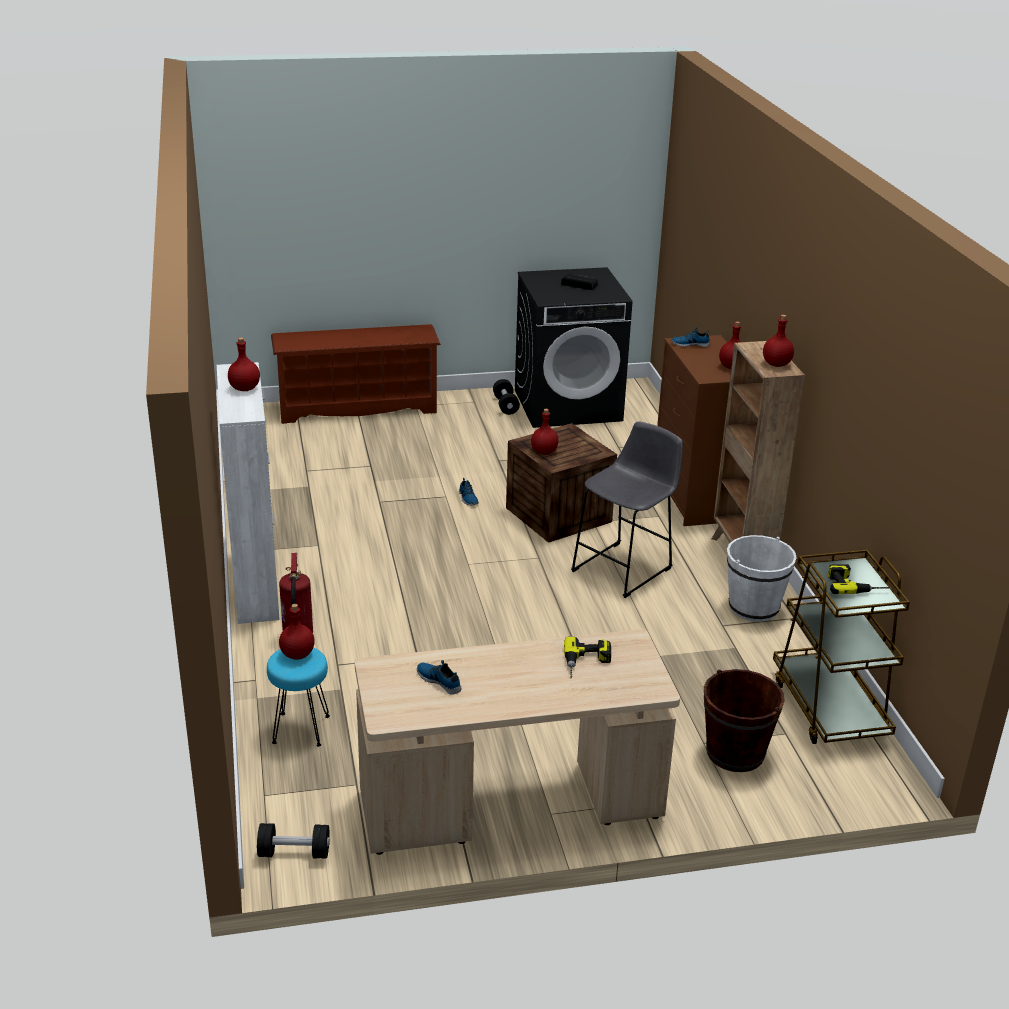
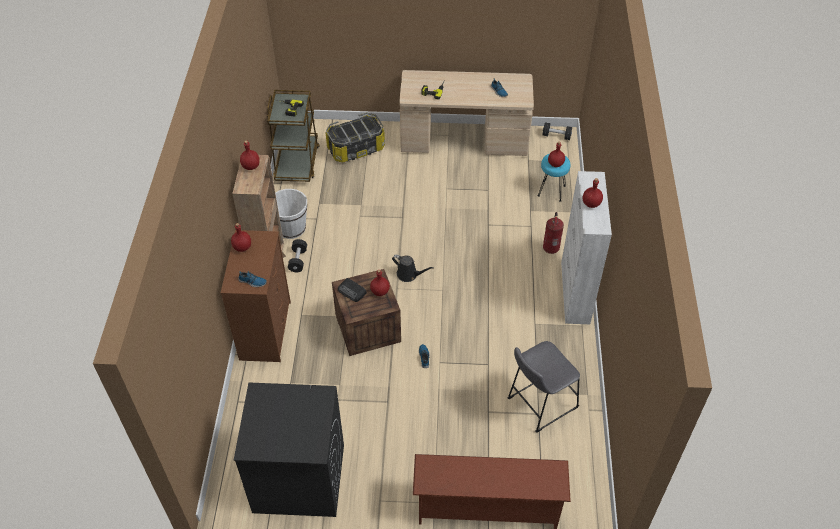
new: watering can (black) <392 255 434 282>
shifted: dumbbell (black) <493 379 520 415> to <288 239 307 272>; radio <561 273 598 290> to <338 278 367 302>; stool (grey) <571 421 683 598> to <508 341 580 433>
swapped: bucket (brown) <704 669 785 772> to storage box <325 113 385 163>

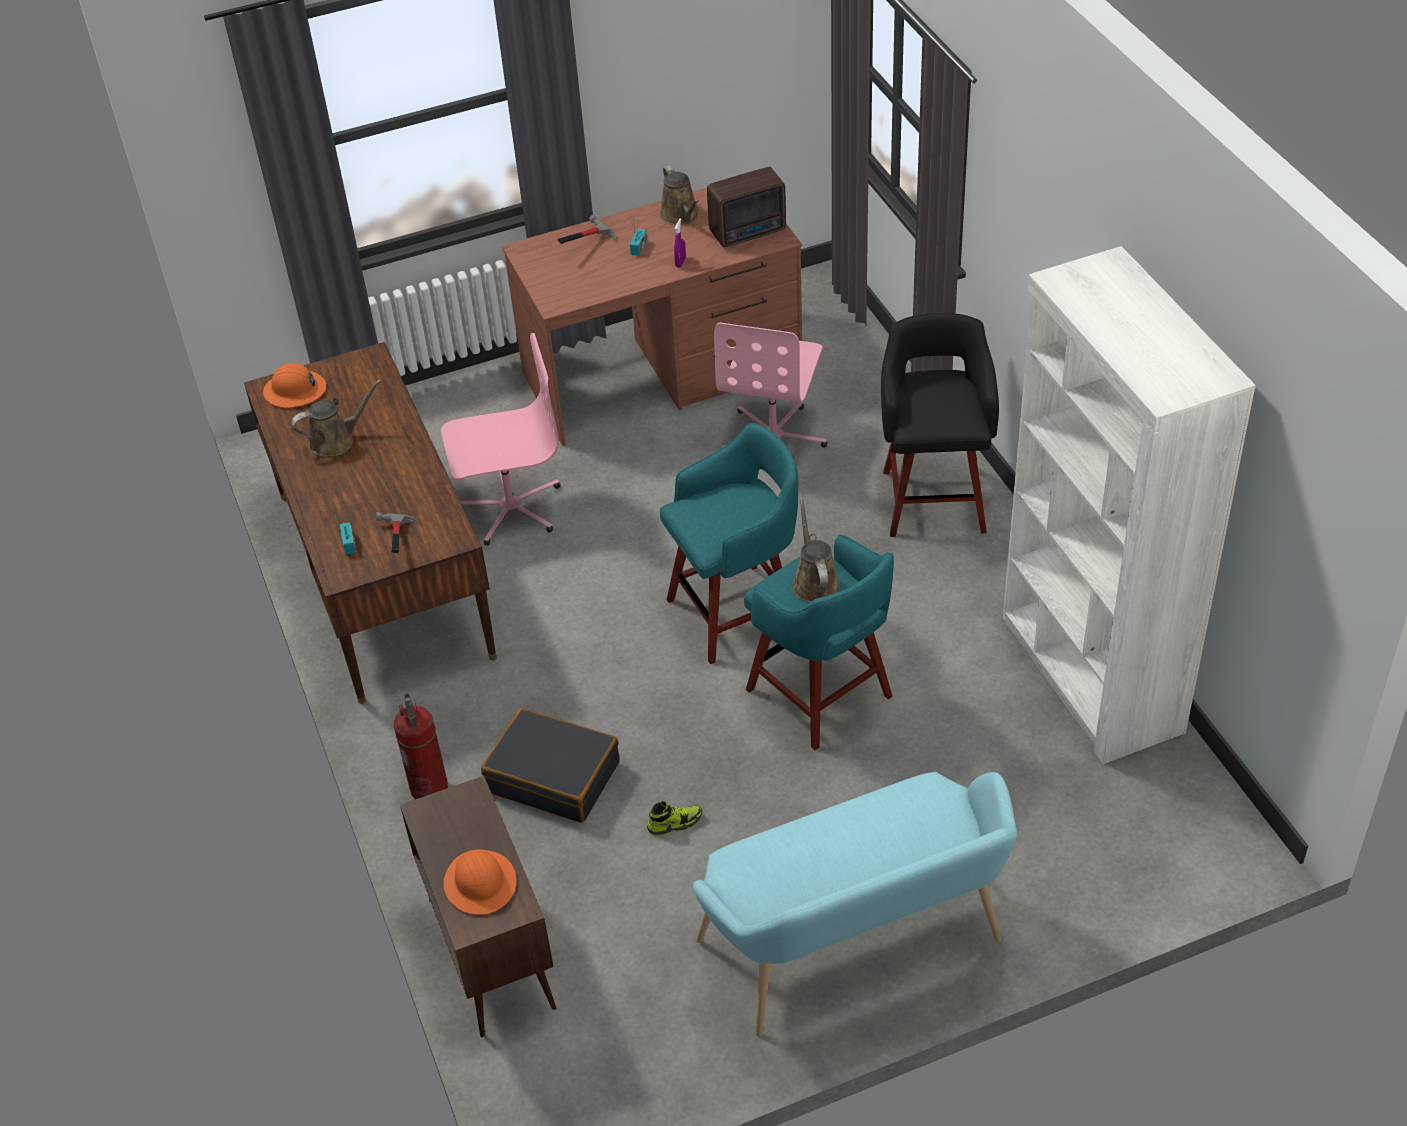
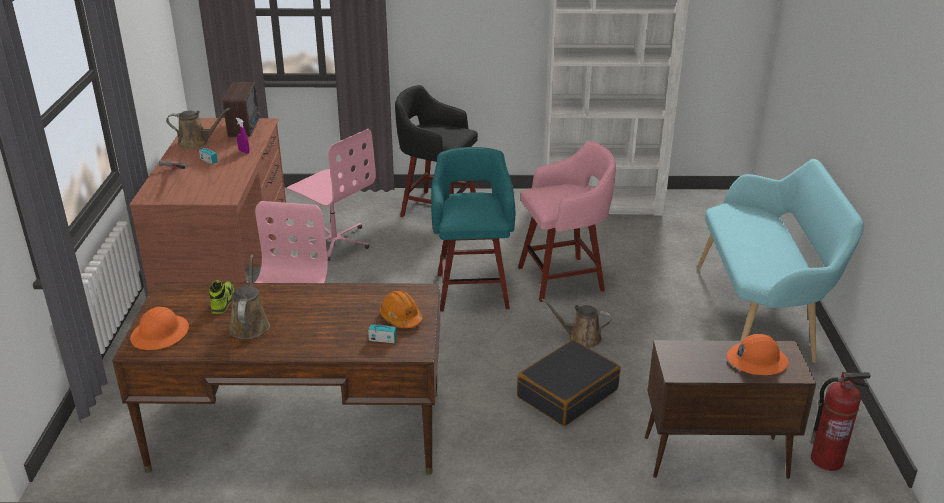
shifted: fire extinguisher <394 693 448 799> to <810 372 871 471>; shoe <647 801 702 836> to <209 280 234 314>; watering can (brown) <792 496 840 602> to <542 298 612 348>
swapped: hammer <376 512 419 553> to hard hat (orange) <380 290 423 328>
repainted: stool (turquoise) <744 534 894 750> to stool (pink) <518 141 616 302>

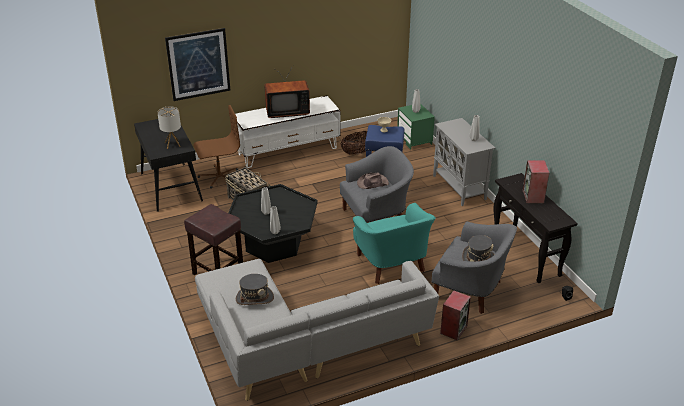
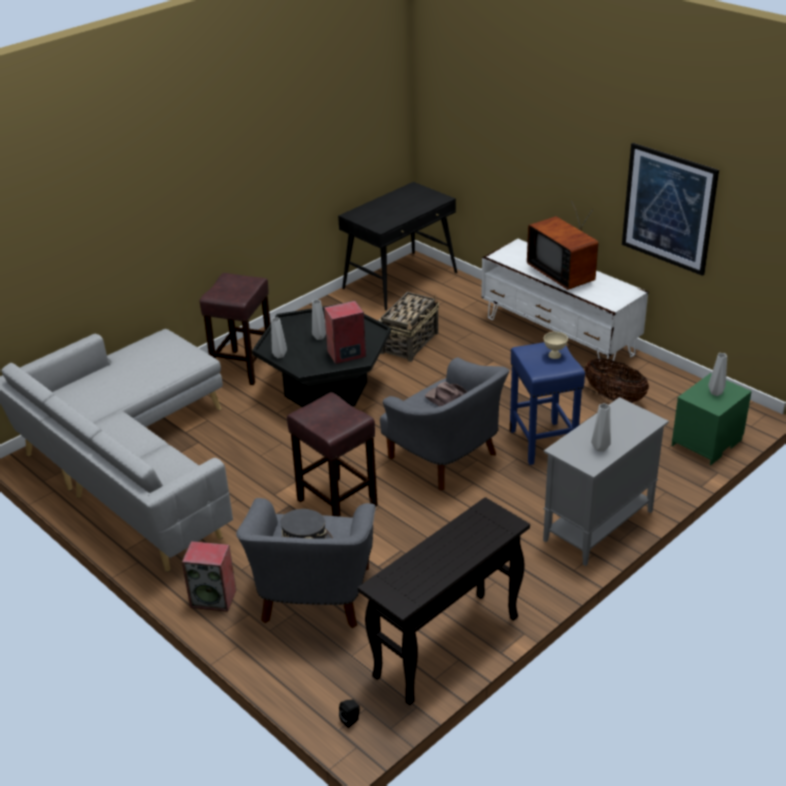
gone: table lamp <157 106 181 149>; office chair (brown) <193 105 240 189>; hat (grey) <236 274 274 305>
shifted: picture <165 28 231 101> to <622 143 719 276>; speaker <523 160 549 203> to <324 301 366 364>
swapped: armchair (turquoise) <353 203 436 284> to stool (brown) <287 392 378 517>

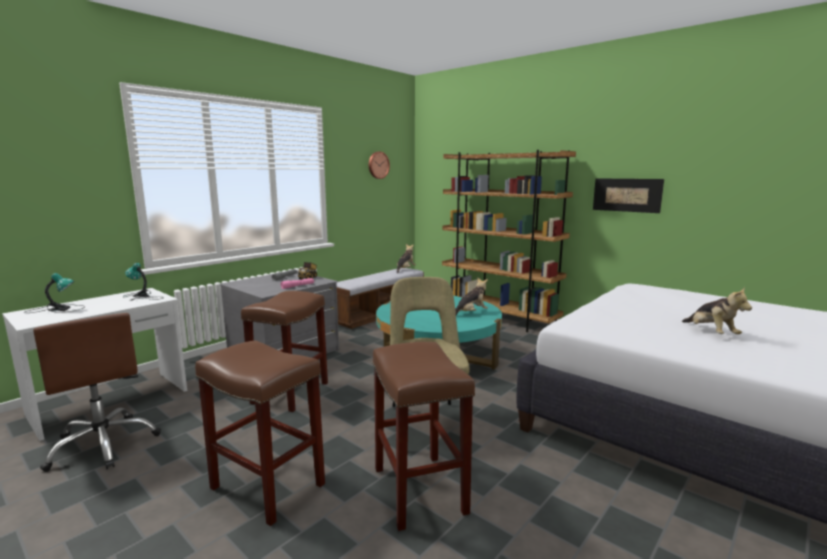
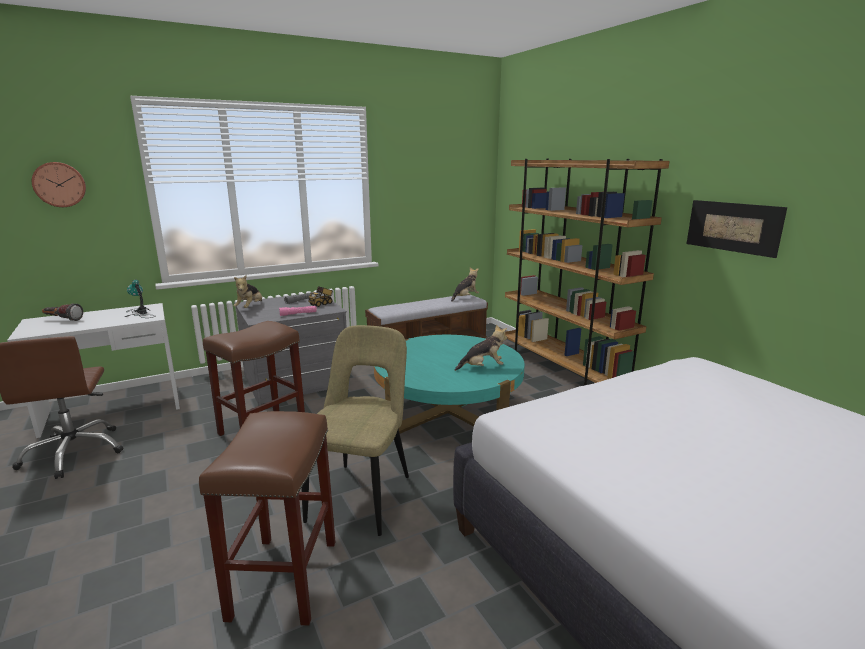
gone: stool (brown) <195 340 325 526>
shifted: wall clock <369 152 390 179> to <32 162 86 207>; plush toy <682 287 752 334> to <233 275 262 308>
swapped: table lamp <24 273 85 313> to flashlight <42 303 83 321>

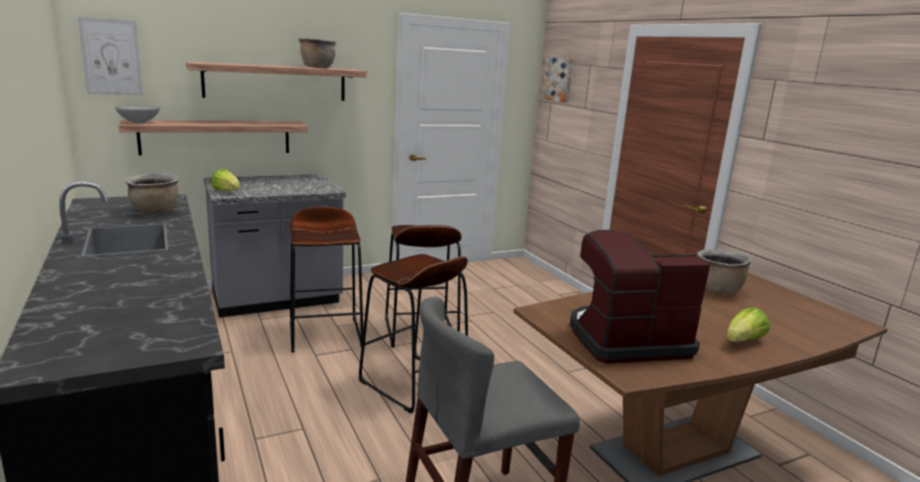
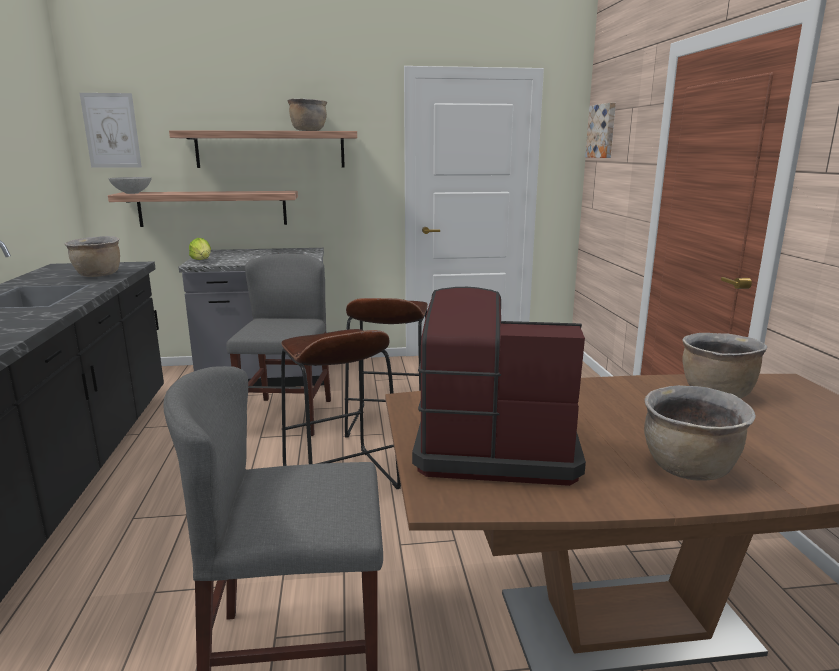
swapped: stool (brown) <290 207 363 353> to chair (grey) <226 254 331 436>; lettuce <726 307 770 342> to cooking pot (brown) <644 385 756 481>

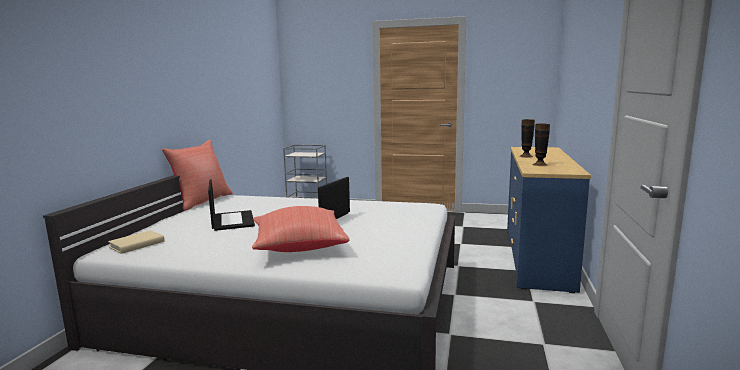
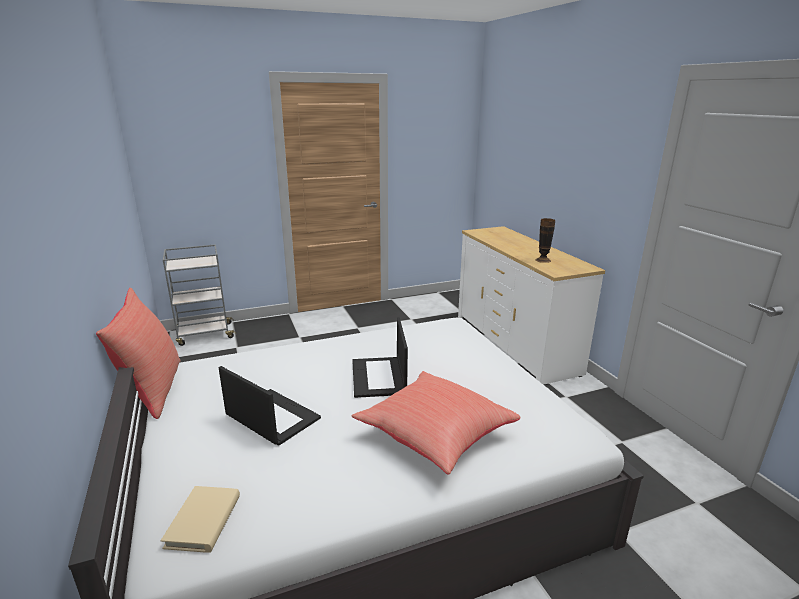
gone: vase <519 119 535 158>
repainted: dresser (blue) <507 147 591 293> to dresser (white) <458 226 605 385>

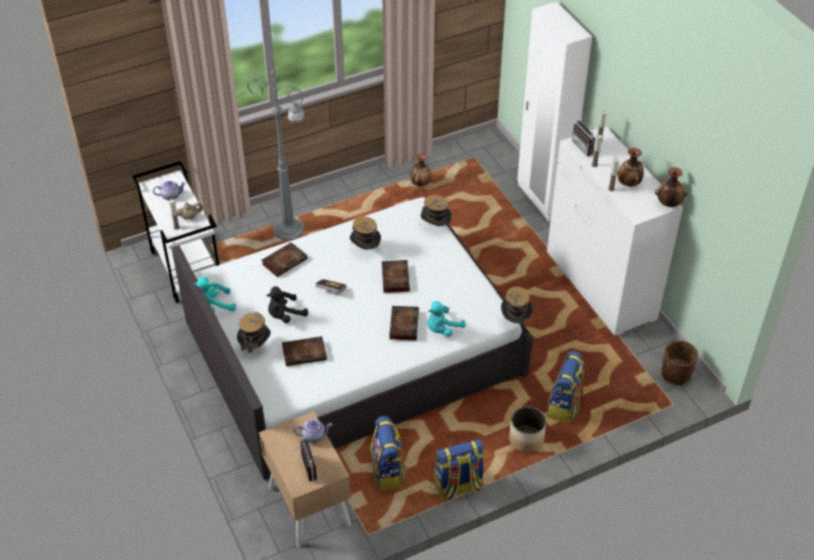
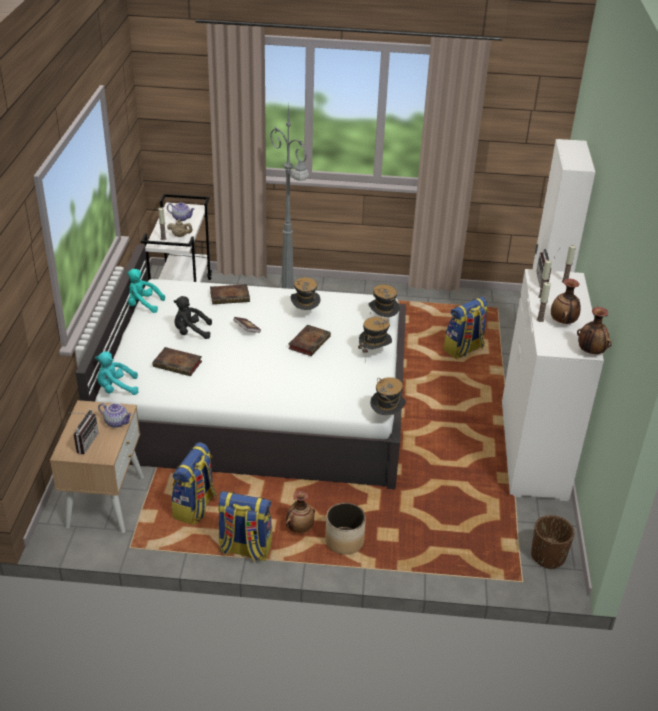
gone: book <389 306 419 340>
shifted: hat <237 312 271 353> to <358 317 392 362>; vase <411 154 432 186> to <286 490 315 533>; plush toy (turquoise) <428 301 466 337> to <95 351 138 395>; backpack <547 351 584 424> to <444 297 488 359>

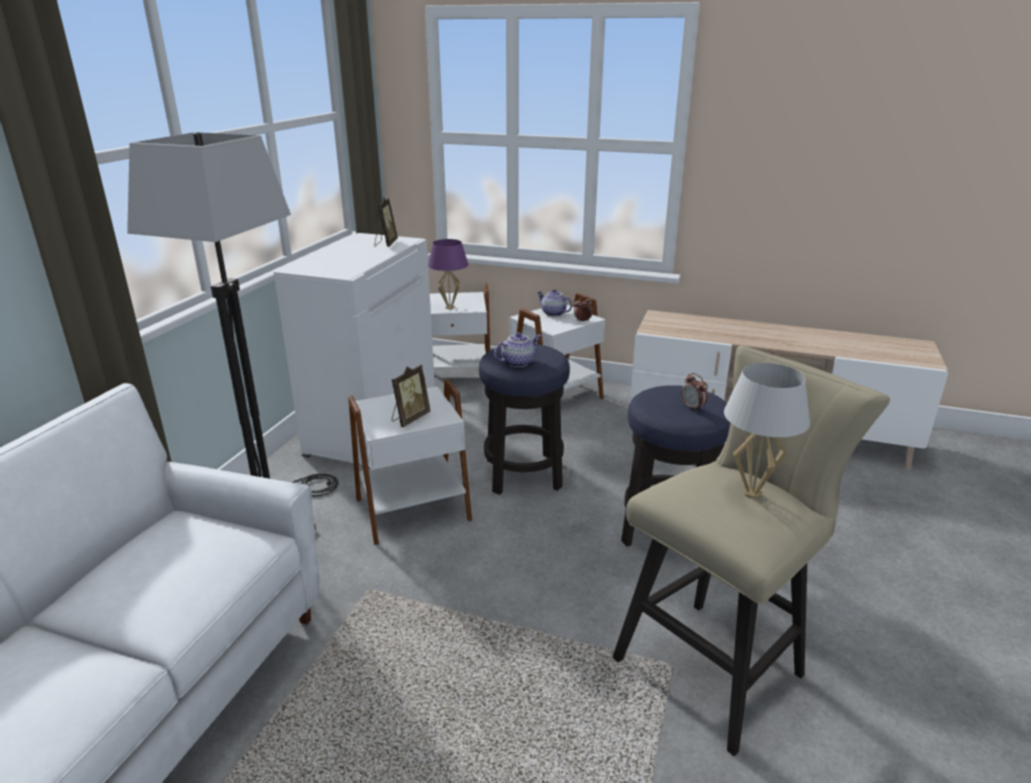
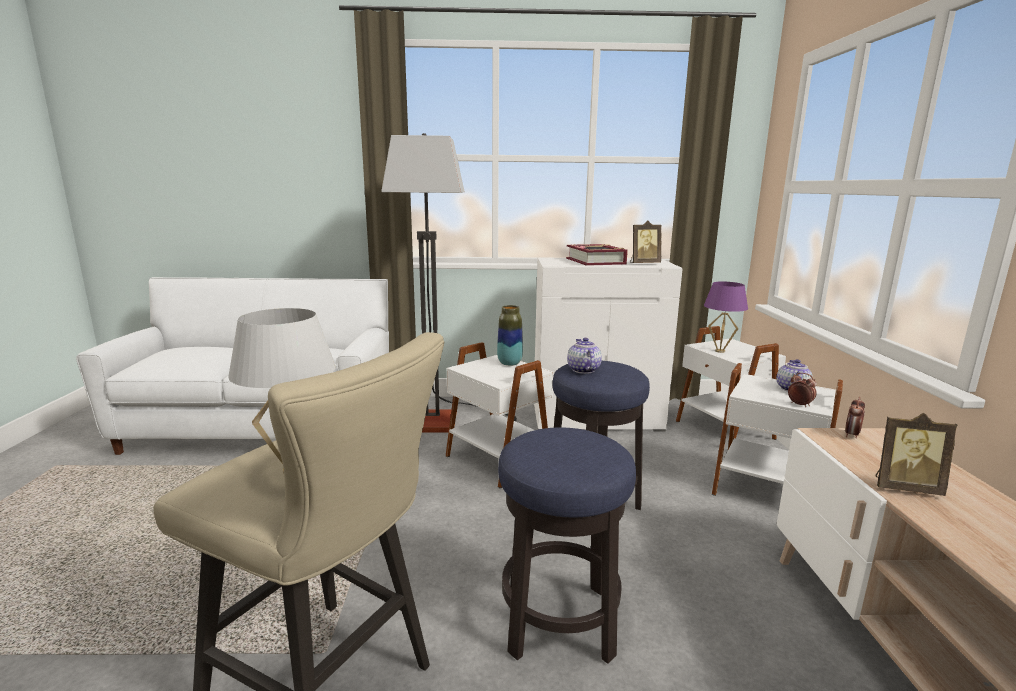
new: vase <497 305 523 366>; book <566 244 628 266>
shifted: picture frame <392 365 430 427> to <876 413 957 496>; alarm clock <681 373 708 412> to <845 397 865 438>
rotated: teapot <494 332 542 367> = <567 338 602 374> 135 degrees counterclockwise

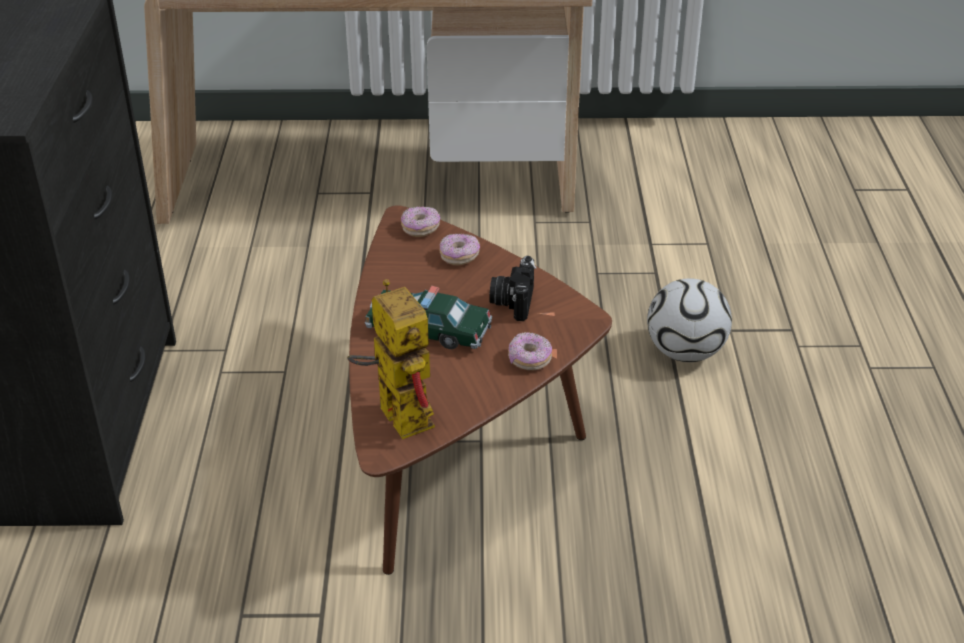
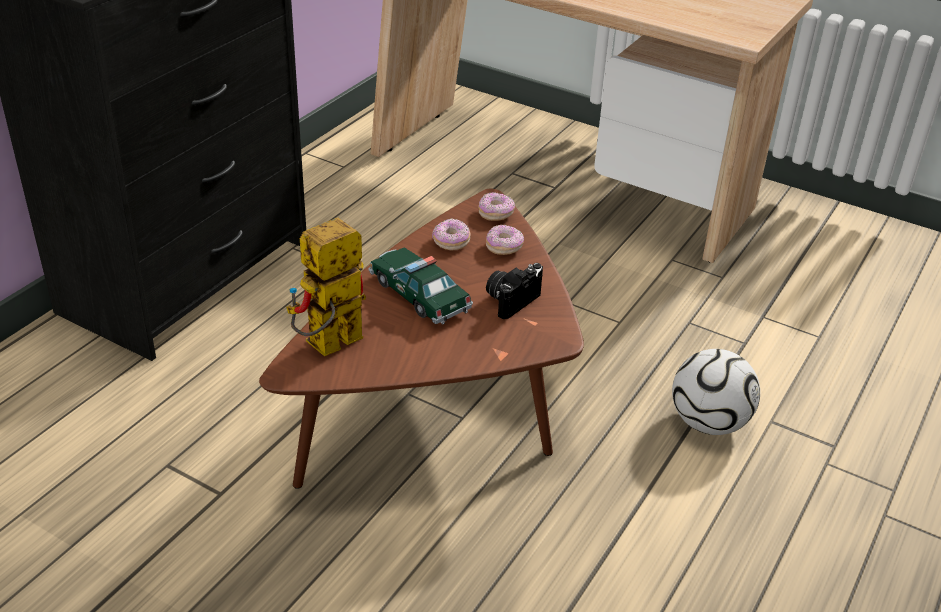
shifted: donut <508 332 552 370> to <432 219 471 250>
rotated: toy robot <347 279 435 439> = <286 218 366 356> 135 degrees counterclockwise

